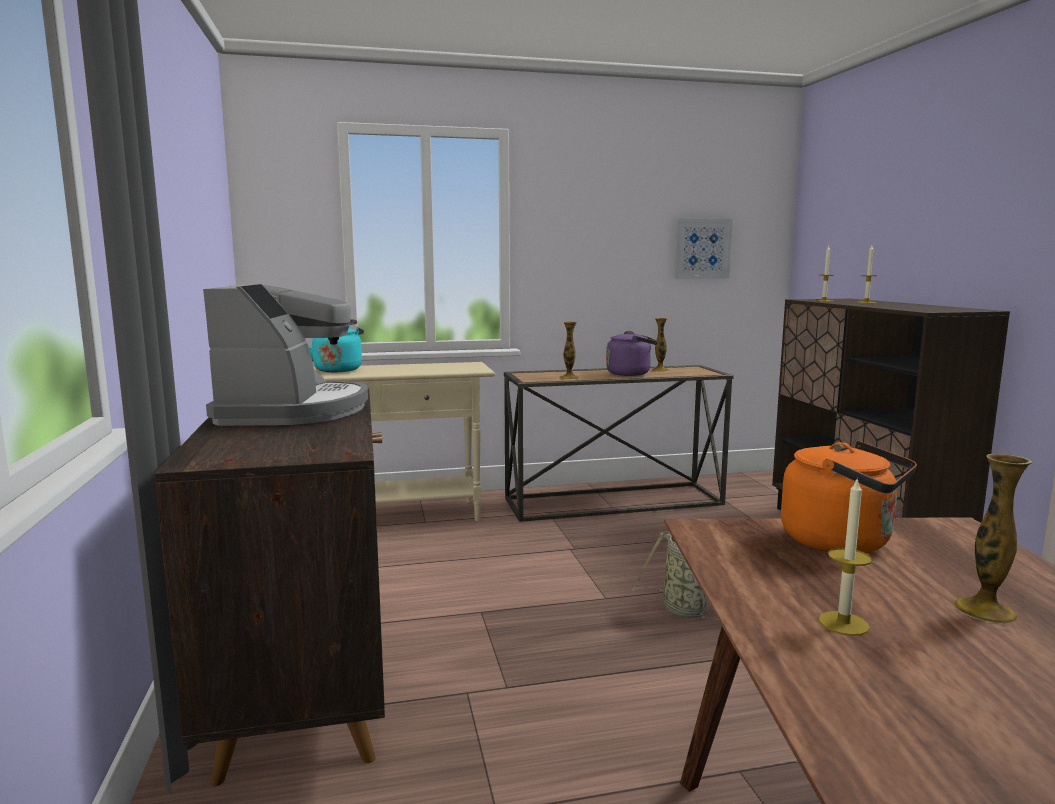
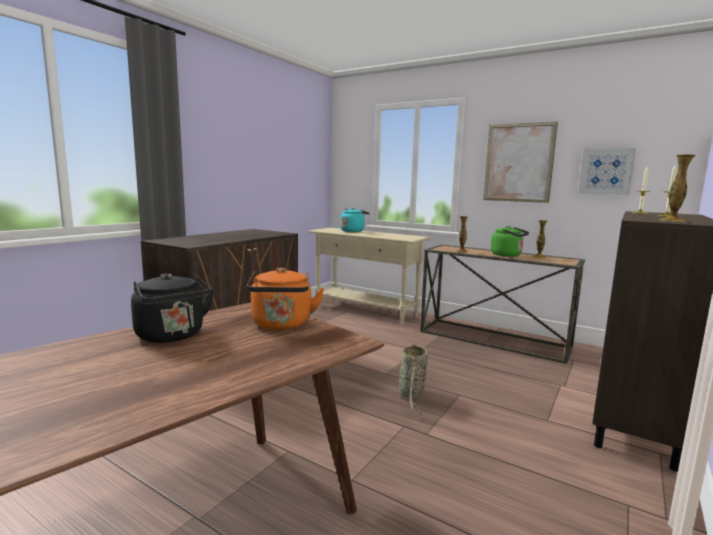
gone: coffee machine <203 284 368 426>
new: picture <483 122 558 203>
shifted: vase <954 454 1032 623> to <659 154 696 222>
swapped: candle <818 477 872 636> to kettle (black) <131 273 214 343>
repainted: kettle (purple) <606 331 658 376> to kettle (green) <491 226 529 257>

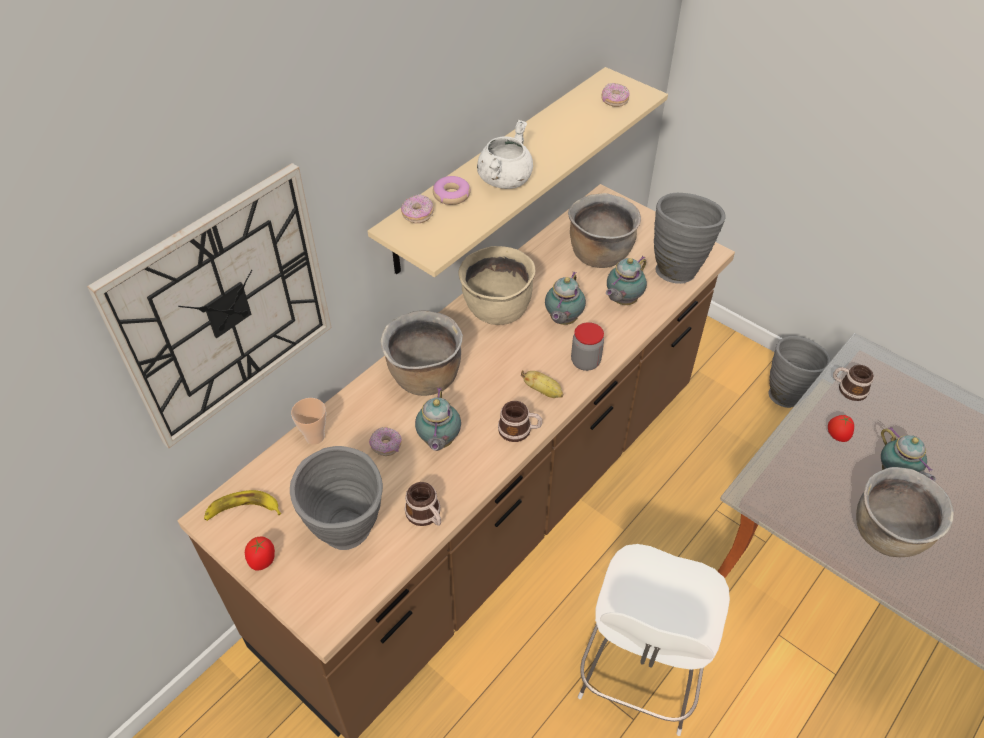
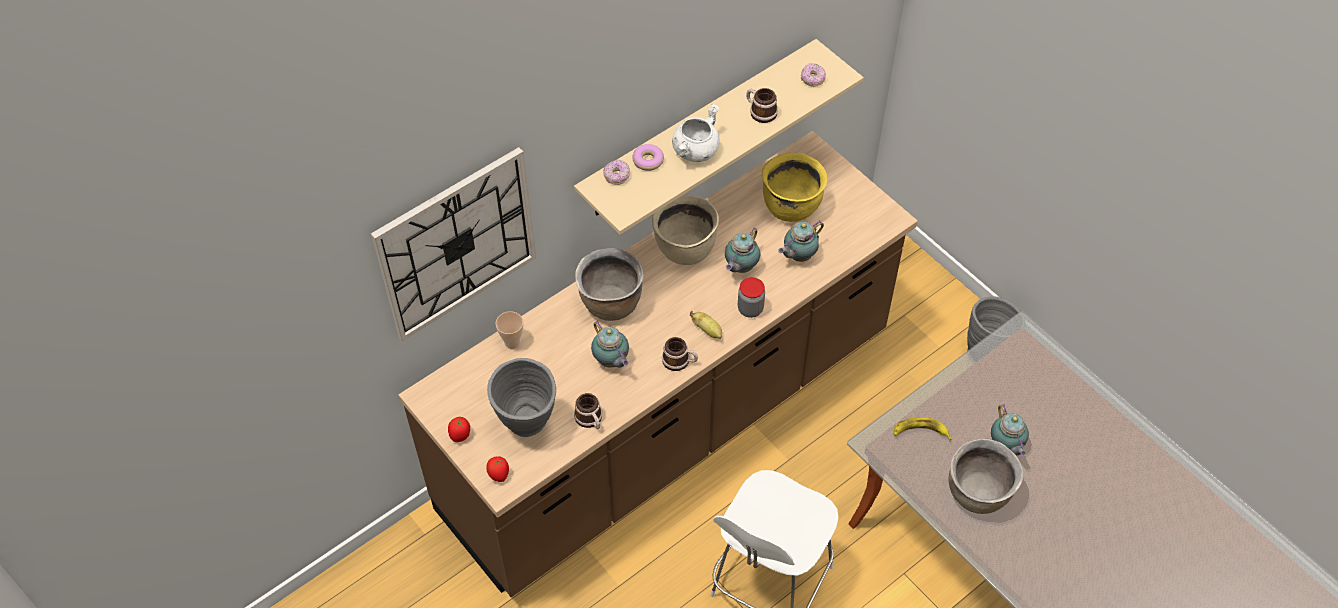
gone: donut <369 427 402 456>; vase (grey) <654 193 726 284>
shifted: banana <204 490 281 521> to <893 417 951 440>; tomato <828 415 854 442> to <486 456 509 482>; mug <833 365 874 401> to <746 88 778 123>
repainted: cooking pot (brown) <568 193 641 268> to cooking pot (yellow) <762 153 827 222>
rotated: teapot <415 387 461 451> = <591 320 629 368> 45 degrees counterclockwise

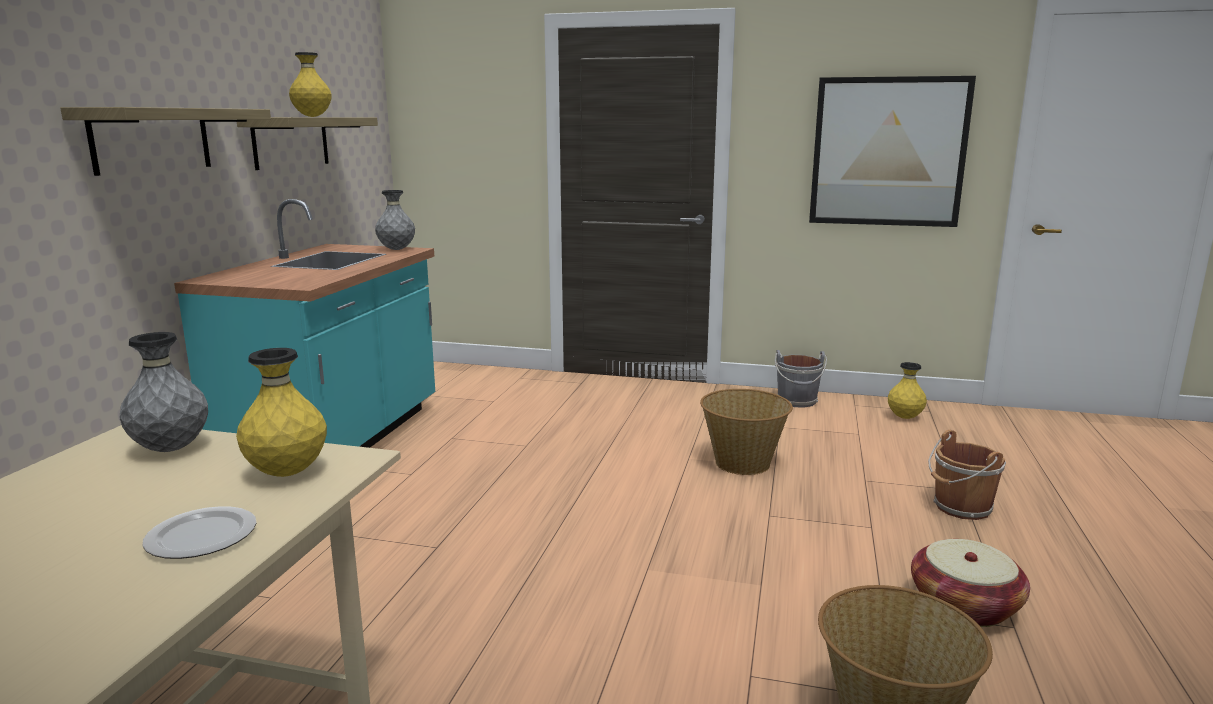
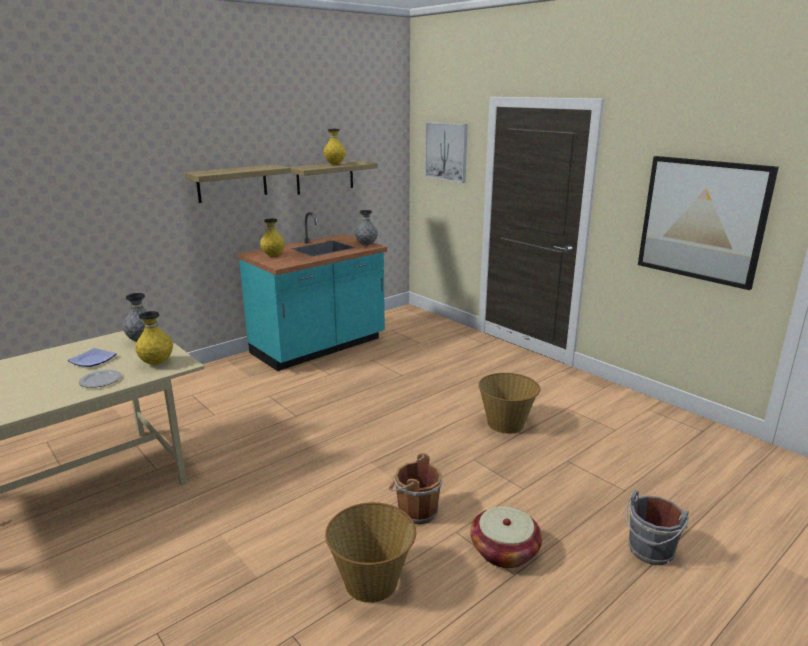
new: plate <67 348 117 367>; picture <425 122 468 183>
shifted: bucket (grey) <775 350 827 408> to <626 490 689 565>; vase (yellow) <888 362 927 419> to <260 219 285 256>; bucket (brown) <928 430 1006 520> to <389 453 442 524>

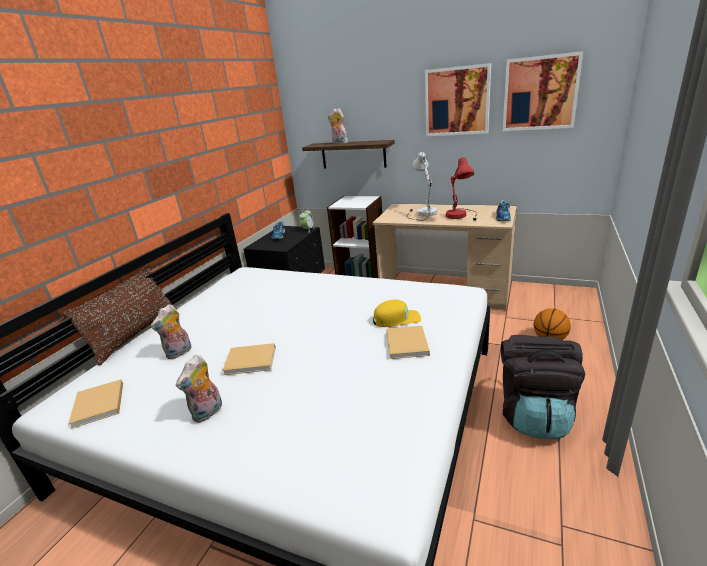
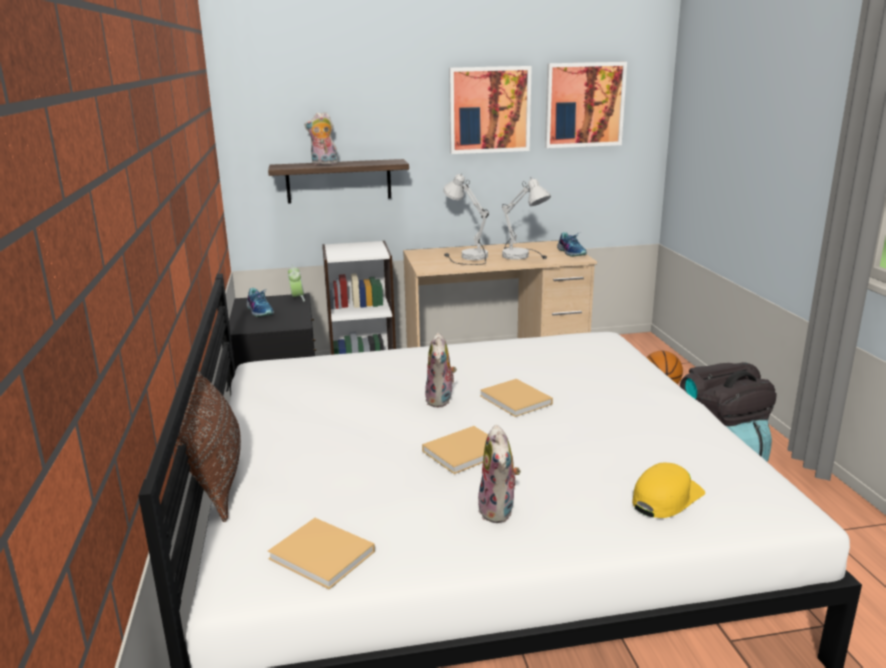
shifted: plush toy <151 304 192 359> to <425 333 457 407>; cap (yellow) <373 299 421 327> to <632 463 705 518>; book (beige) <386 326 430 359> to <480 379 553 417>
repainted: table lamp (red) <446 157 477 221> to table lamp (white) <502 177 551 260>

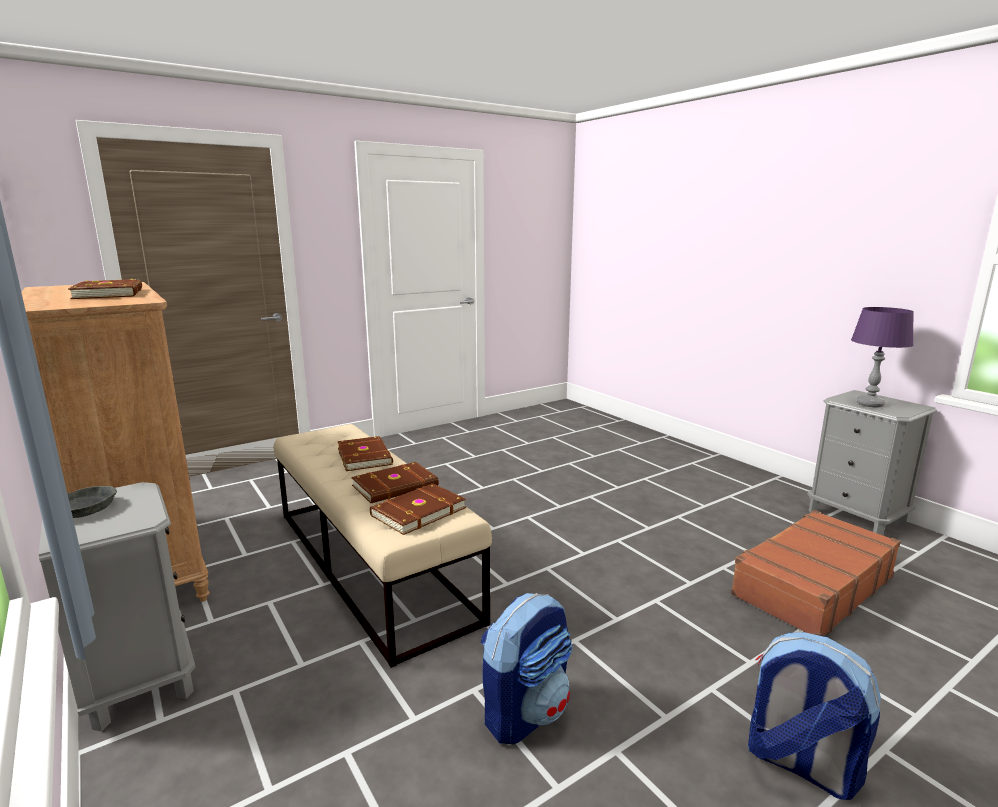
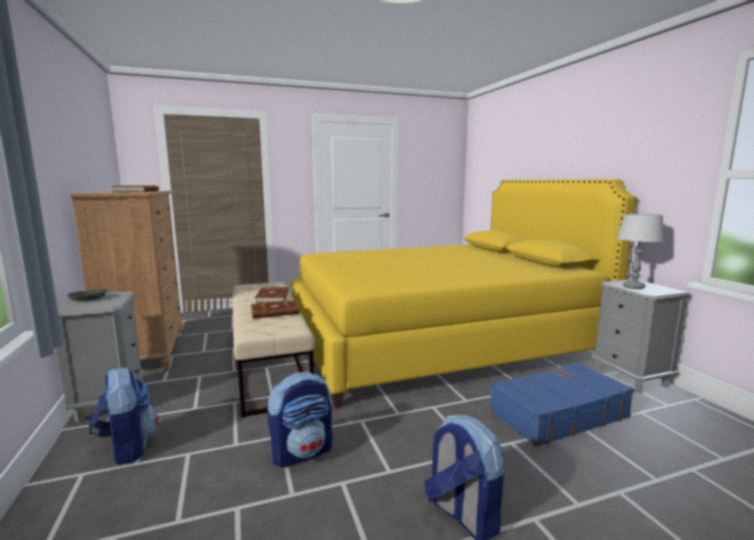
gone: book (brown) <370 483 466 535>
new: backpack <89 368 158 464>; bed (yellow) <291 179 637 408>
repainted: suitcase (brown) <731 510 901 636> to suitcase (blue) <490 363 634 447>; table lamp (purple) <851 307 914 407> to table lamp (grey) <617 213 664 289>

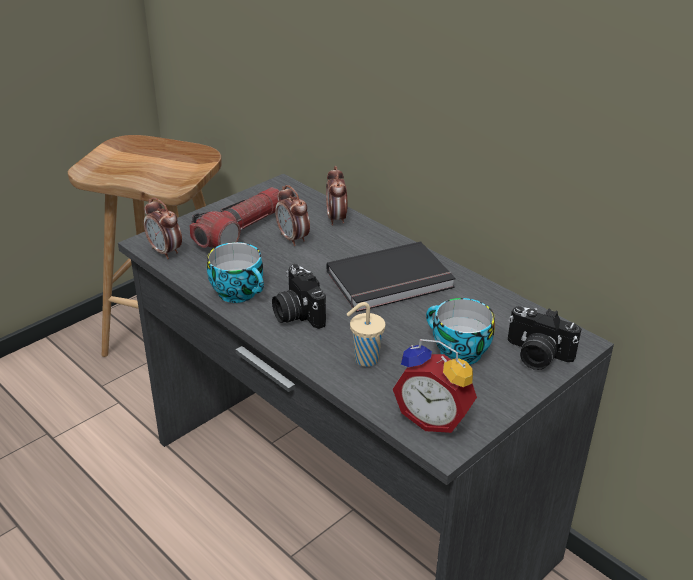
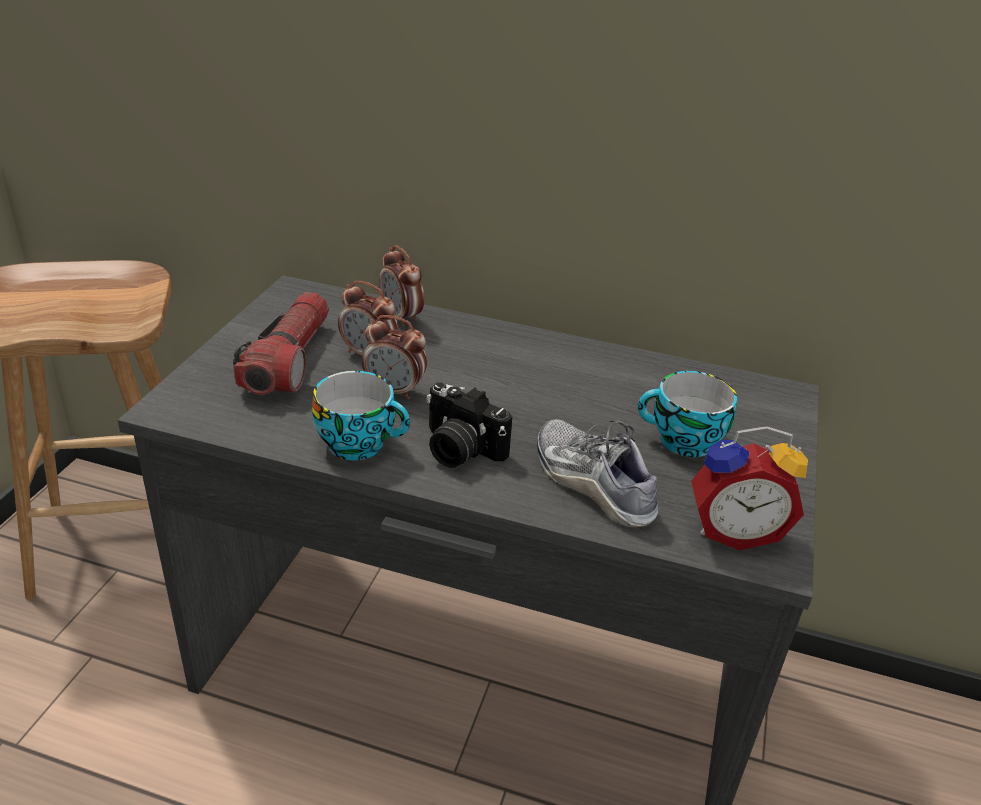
gone: book (black) <326 241 456 312>; photo camera <508 306 581 370>
shifted: alarm clock <144 197 182 259> to <362 315 427 399>
swapped: cup (beige) <347 302 385 367> to shoe <537 419 658 528>

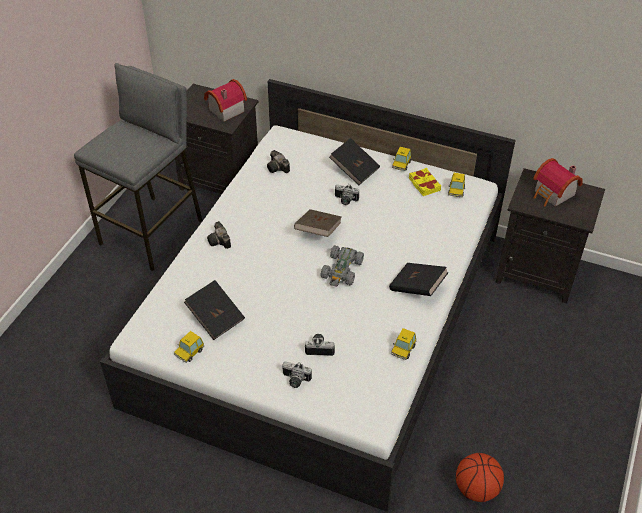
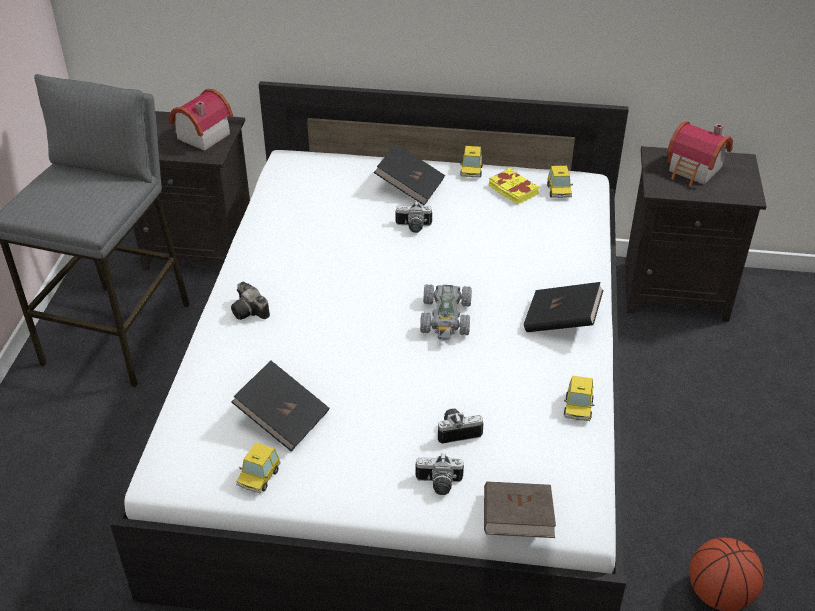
gone: photo camera <267 150 290 173>
shifted: book (brown) <294 209 342 237> to <484 482 556 538>

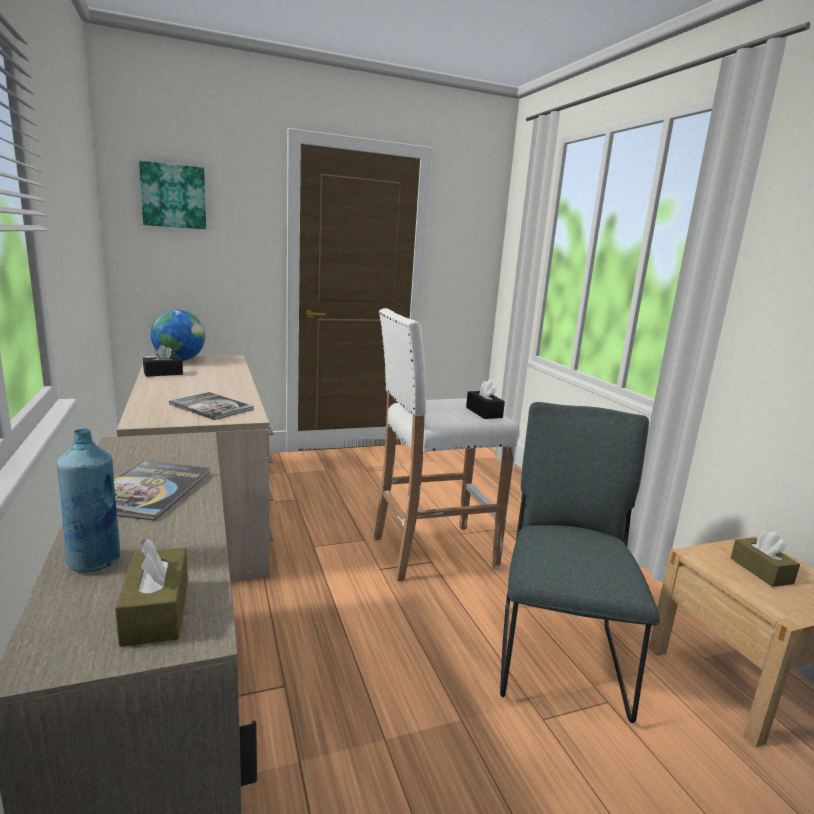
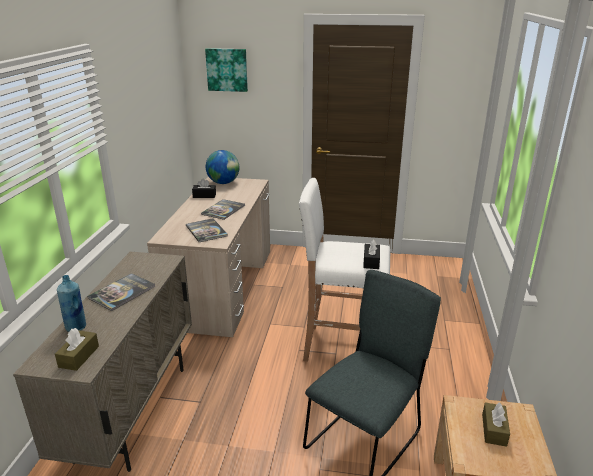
new: book <201 199 245 220>

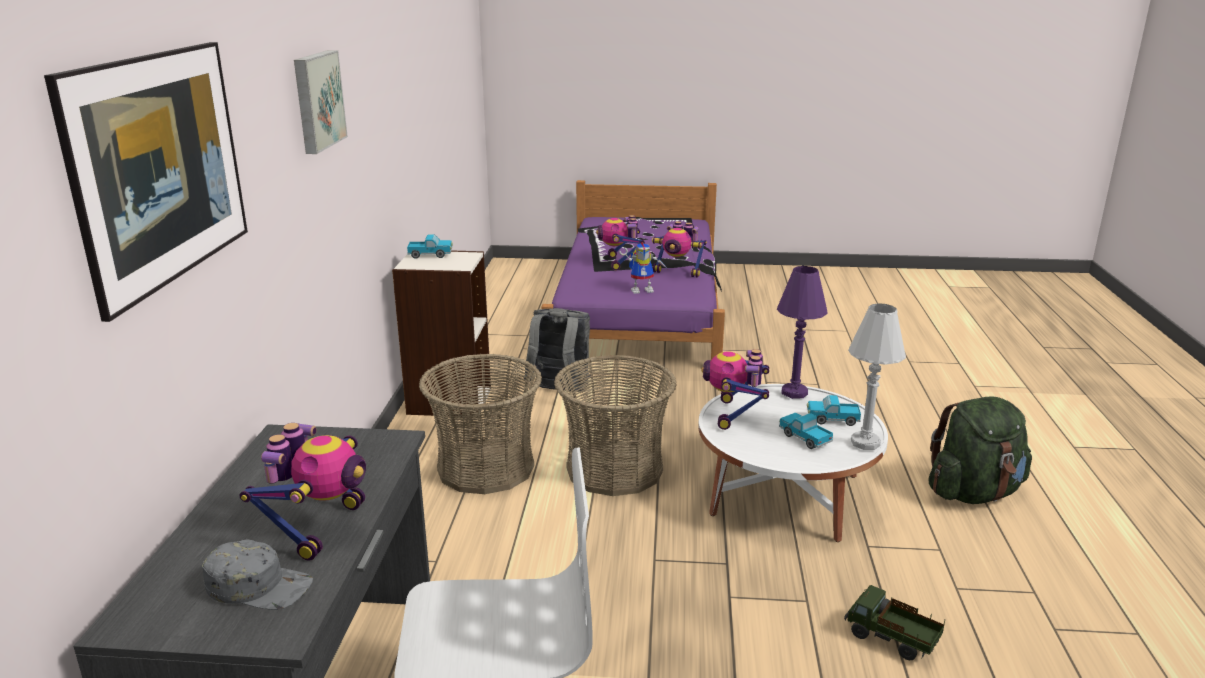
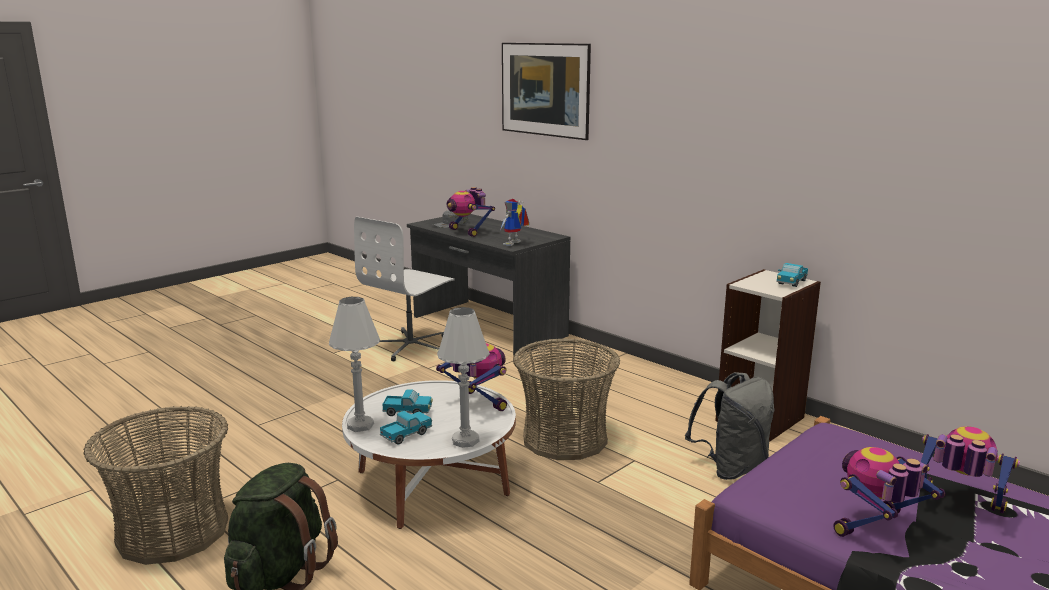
gone: picture <294 50 348 154>; toy truck <844 585 945 660>
shifted: basket <419 354 542 494> to <83 406 228 565>; toy robot <619 242 670 294> to <500 199 529 246>
repainted: table lamp (purple) <777 266 828 399> to table lamp (white) <437 307 490 448>

